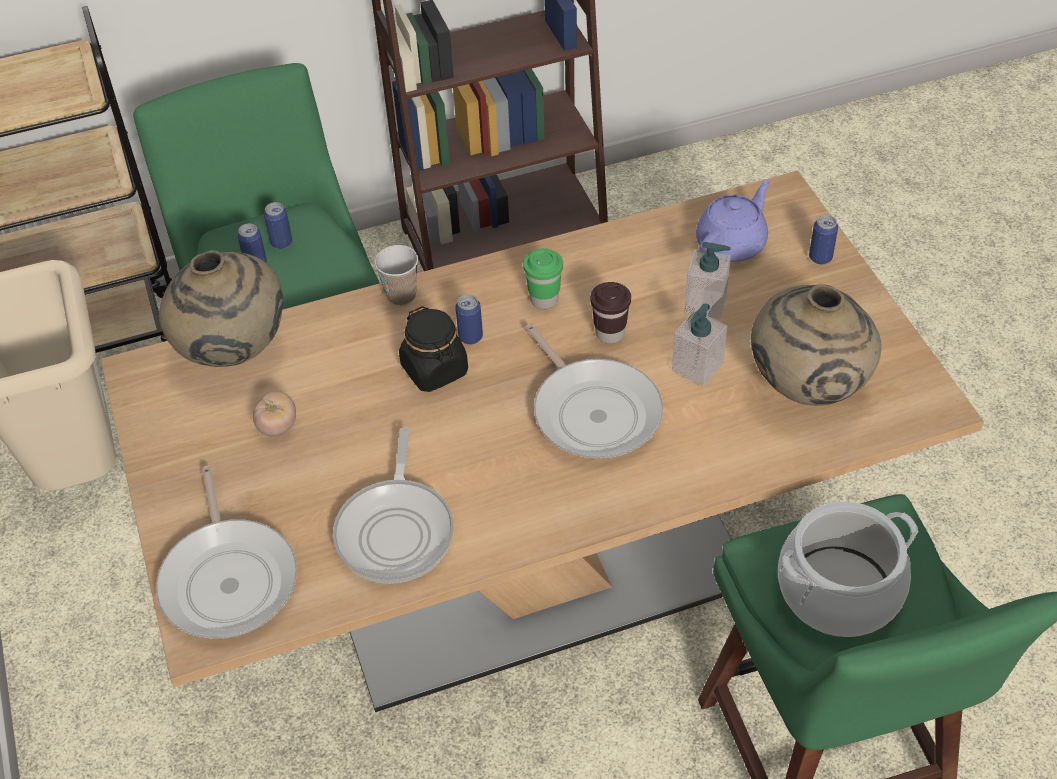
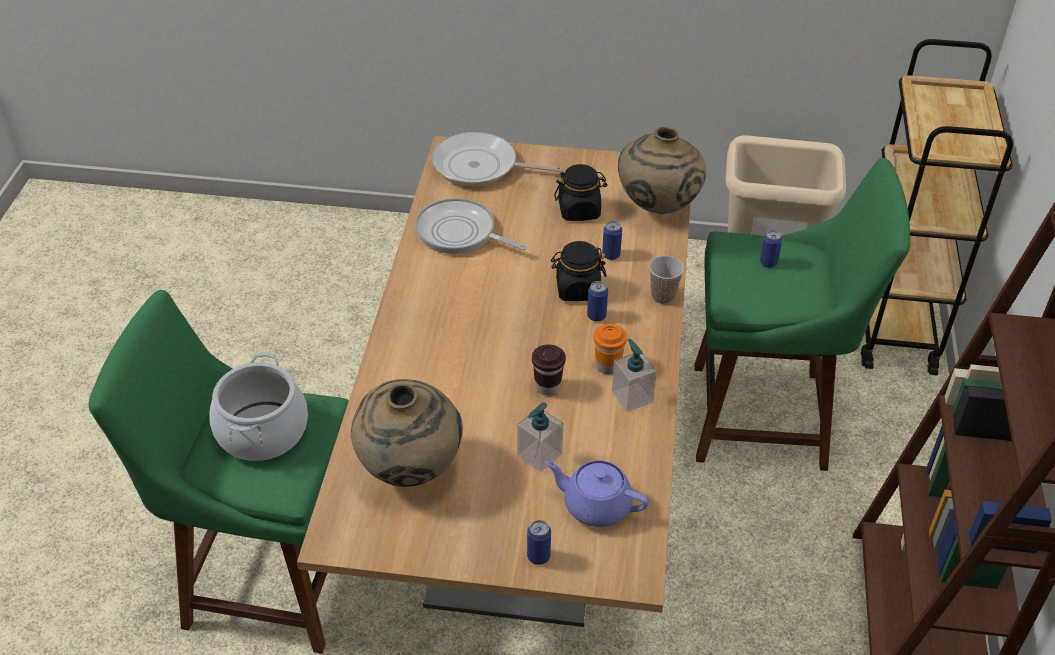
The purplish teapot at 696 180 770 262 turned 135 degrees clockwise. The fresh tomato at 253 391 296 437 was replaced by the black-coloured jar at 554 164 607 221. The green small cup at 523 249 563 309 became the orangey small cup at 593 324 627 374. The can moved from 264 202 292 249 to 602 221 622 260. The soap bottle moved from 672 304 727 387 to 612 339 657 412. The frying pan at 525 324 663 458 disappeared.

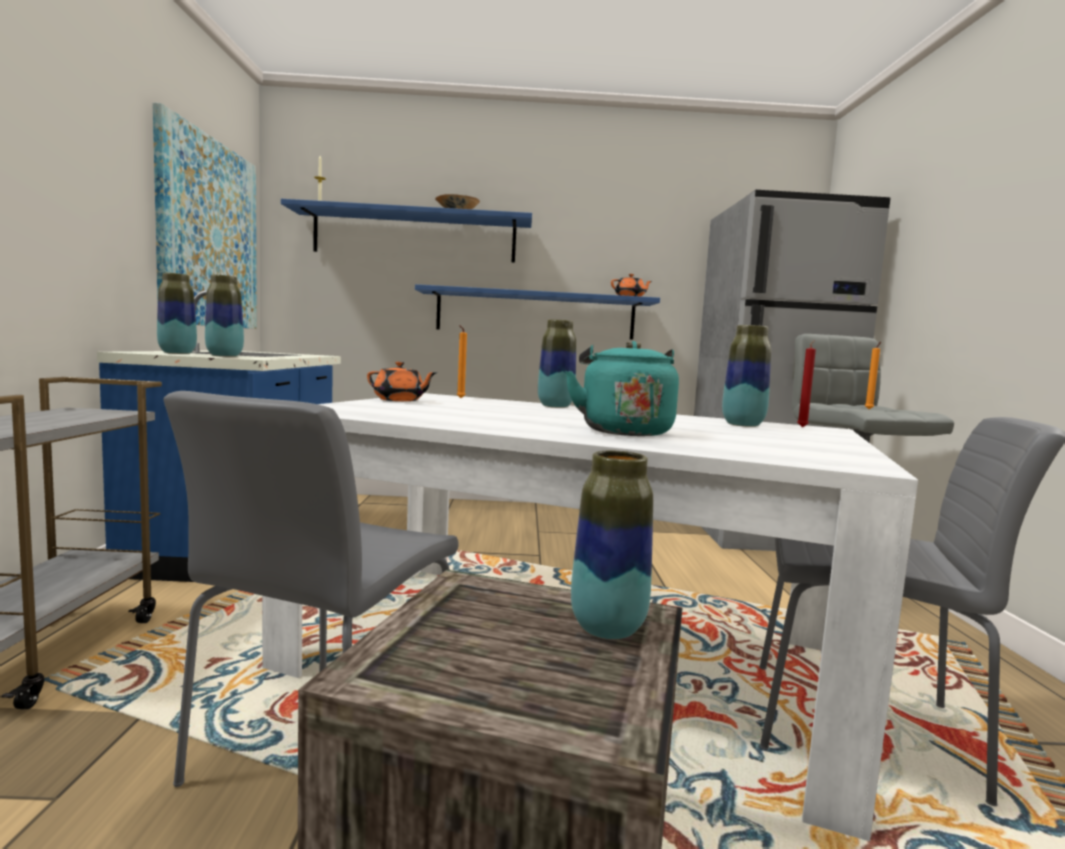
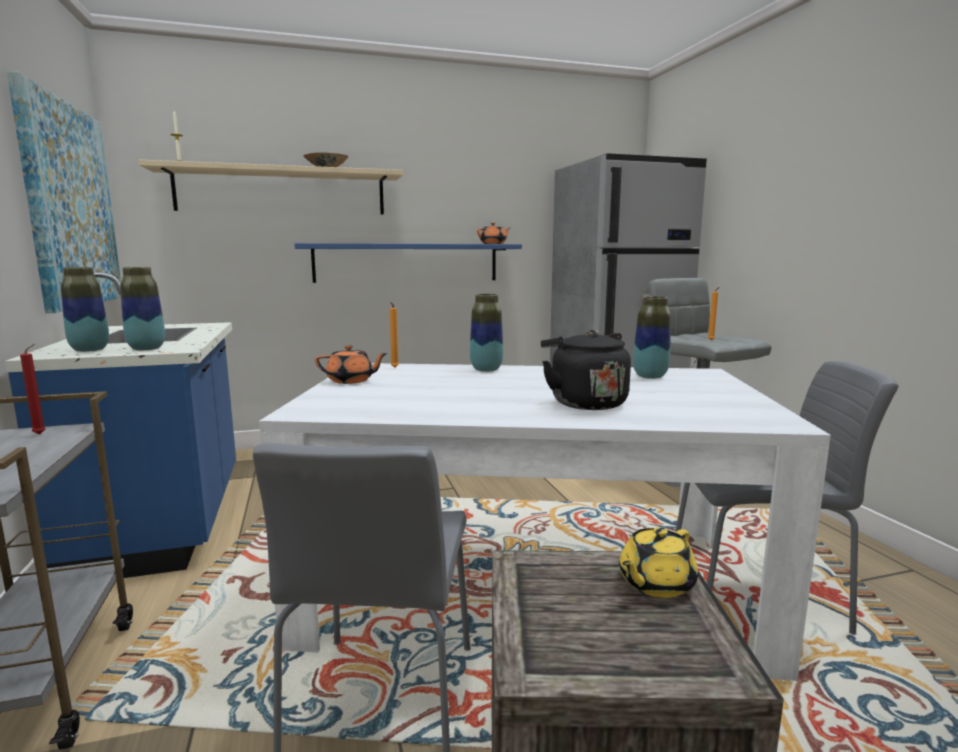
The reddish candle moved from 797 340 816 428 to 20 344 46 435. The blue-coloured shelf at 281 199 532 263 became the sand-coloured shelf at 139 159 403 215. The turquoise-coloured kettle at 565 341 679 436 became the black-coloured kettle at 541 330 631 410. The vase at 571 451 653 639 was replaced by the yellow-coloured teapot at 619 527 698 598.

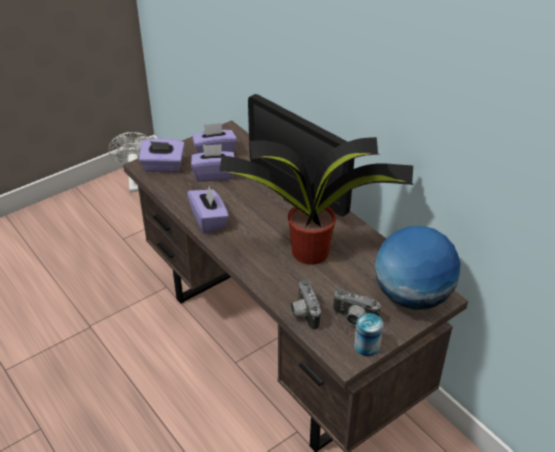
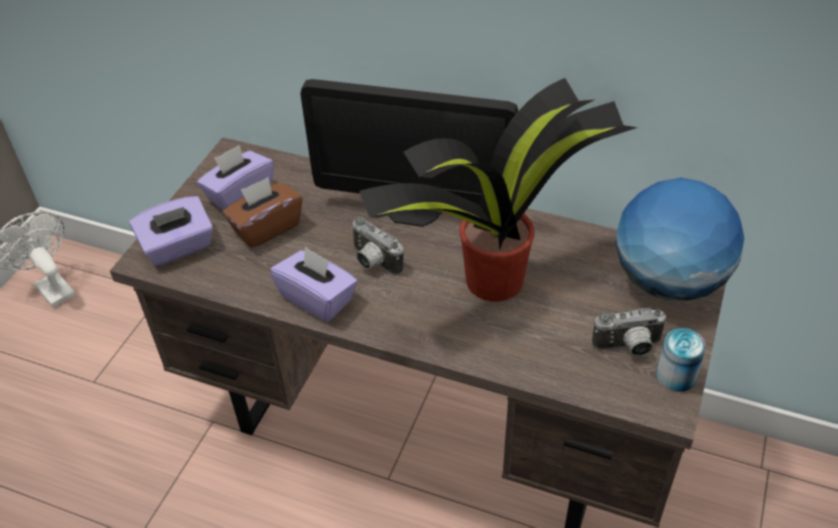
The purplish tissue holder at 191 144 235 182 became the brownish tissue holder at 222 177 302 248. The still camera moved from 291 279 321 330 to 351 216 404 275.

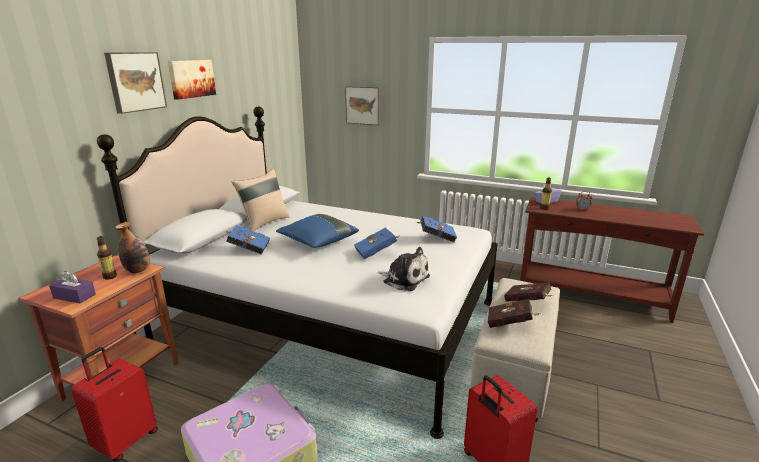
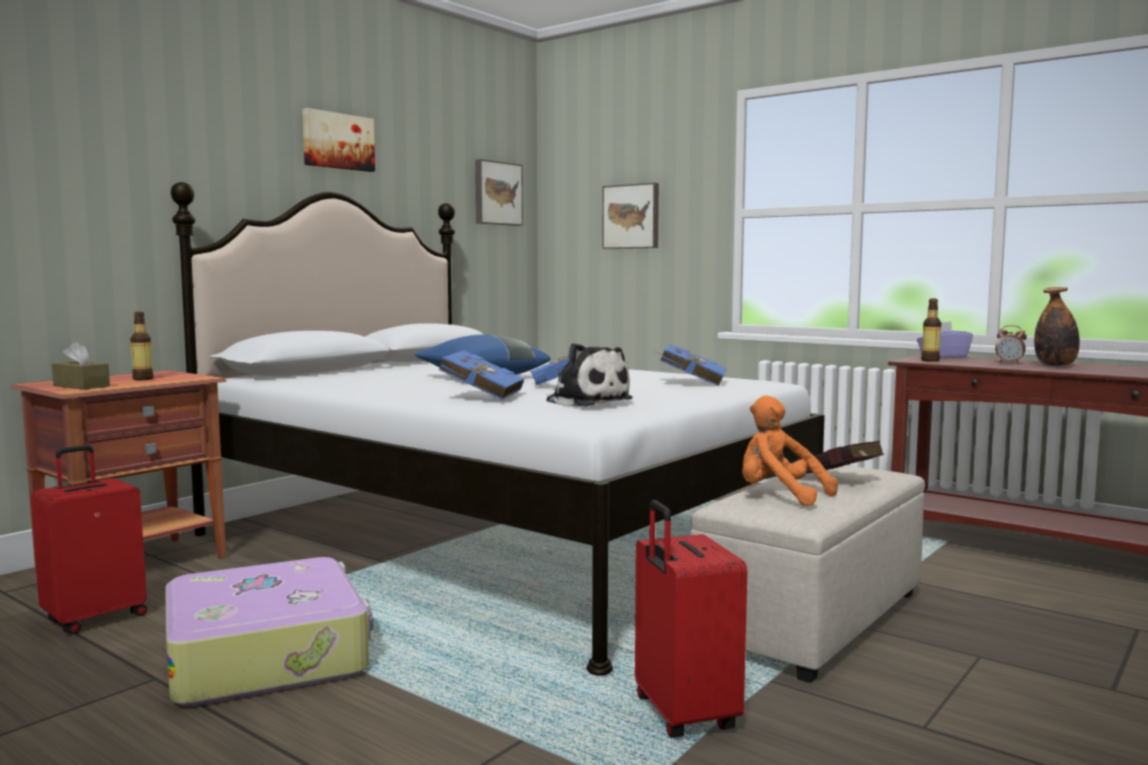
The purplish tissue holder at 49 271 96 304 became the brownish tissue holder at 52 341 110 389. The blue-coloured bound book moved from 226 225 270 255 to 439 350 524 400. The picture moved from 104 52 167 114 to 475 159 523 226. The reddish bound book at 488 299 541 328 was replaced by the orangey cuddly toy at 742 395 838 506. The beverage bottle moved from 115 222 150 273 to 1034 287 1080 366. The sand-coloured cushion at 231 169 289 232 disappeared.

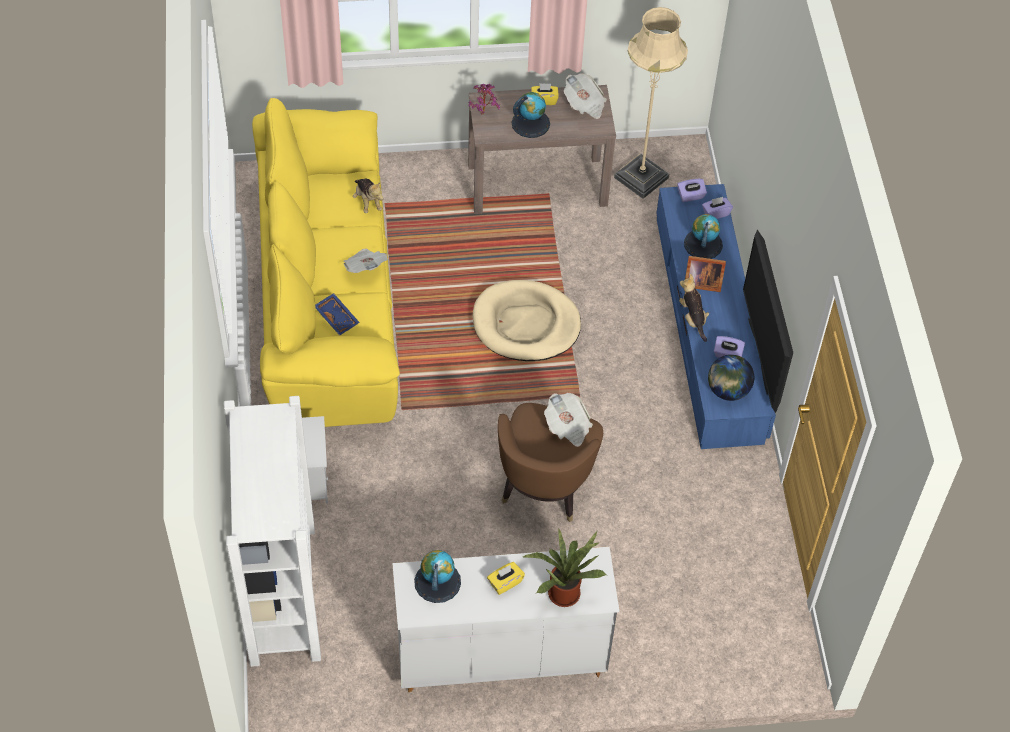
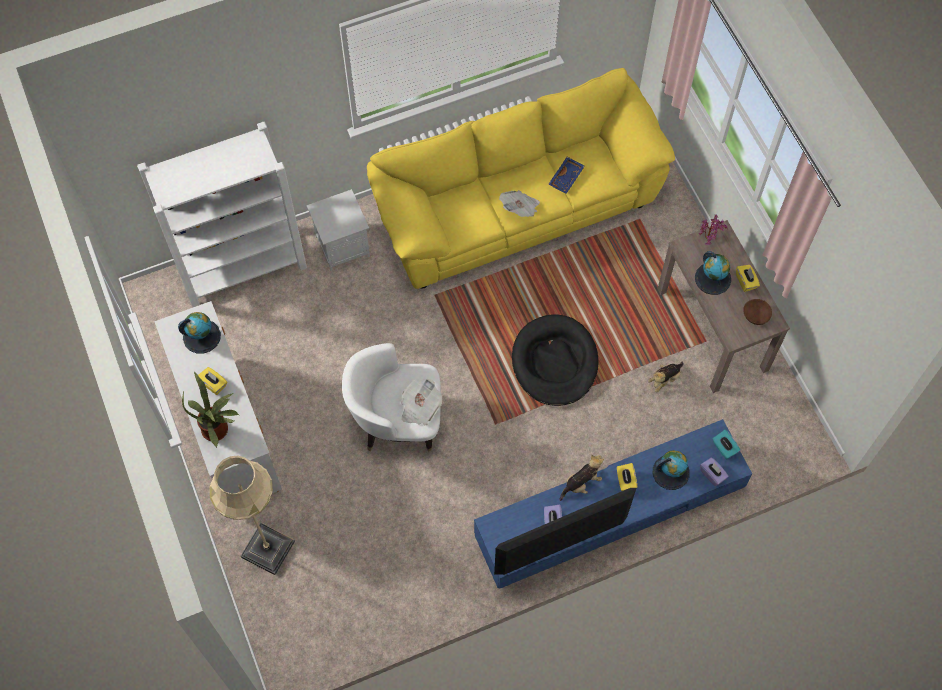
The sand-coloured standard lamp moved from 614 7 688 199 to 210 456 295 575. The brownish armchair at 498 403 603 522 became the white armchair at 342 343 441 452. The sand-coloured dog bed at 473 280 581 361 became the black-coloured dog bed at 512 314 599 406. The blue-coloured tray moved from 315 293 360 336 to 548 157 585 194. The picture frame at 685 256 726 292 was replaced by the yellow-coloured tissue holder at 617 463 638 491. The cuddly toy moved from 353 179 383 213 to 648 362 683 392. The purplish tissue holder at 677 179 707 202 became the turquoise-coloured tissue holder at 713 430 740 459. The daily paper at 564 73 607 119 was replaced by the brownish serving bowl at 743 299 772 325. The desk globe at 708 355 754 401 disappeared.

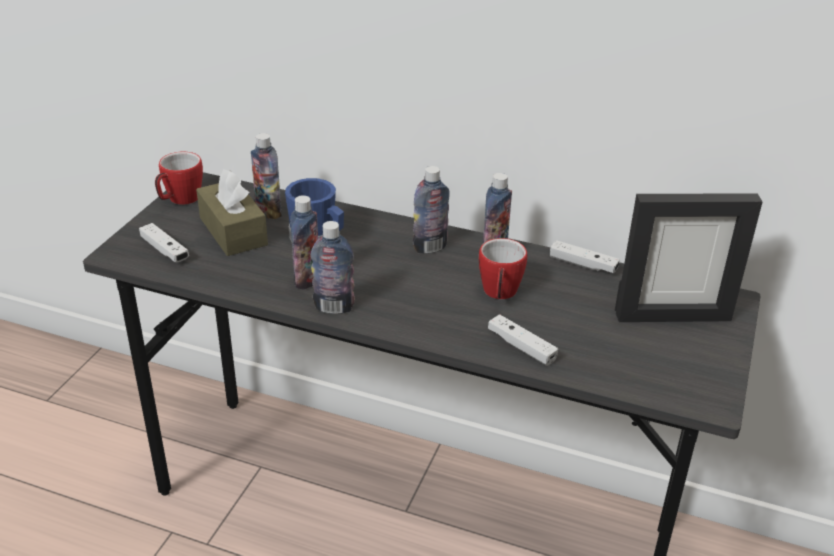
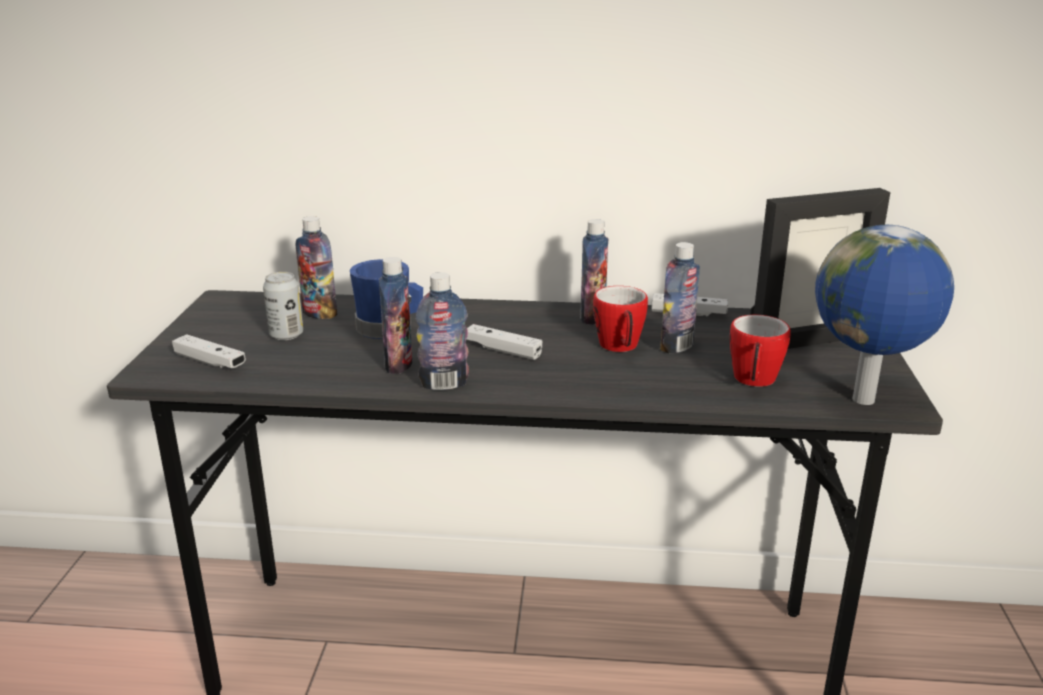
The brownish tissue holder at 196 169 268 256 was replaced by the can at 263 272 303 340. The white game controller moved from 488 314 558 366 to 466 324 543 360. The beverage bottle moved from 413 166 450 254 to 660 242 700 354. The mug moved from 155 151 203 205 to 730 315 791 387. The desk globe at 815 225 954 405 appeared.

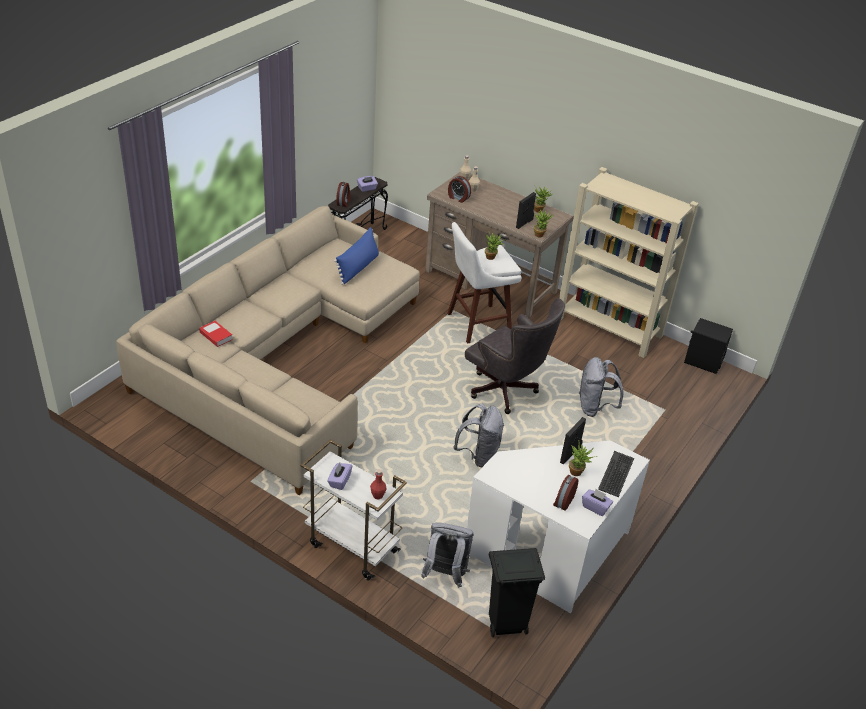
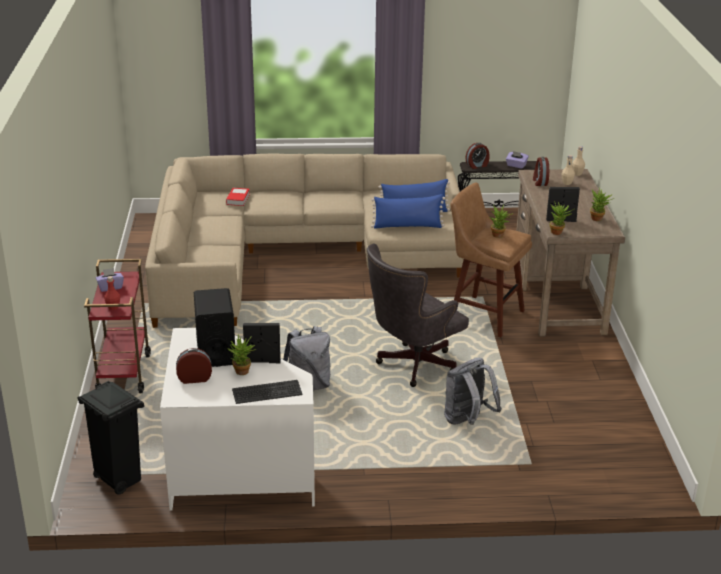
The white trolley at 301 439 407 580 became the reddish trolley at 84 259 151 393. The black-coloured loudspeaker moved from 684 318 733 374 to 194 288 235 367. The greyish desk chair at 465 298 565 414 turned 45 degrees clockwise. The blue-coloured cushion at 371 194 445 229 appeared. The white sitting stool at 447 222 521 344 became the brownish sitting stool at 450 182 532 337. The greyish backpack at 421 522 474 588 disappeared. The sand-coloured bookshelf at 559 167 699 358 disappeared. The purplish tissue holder at 582 489 613 516 disappeared.

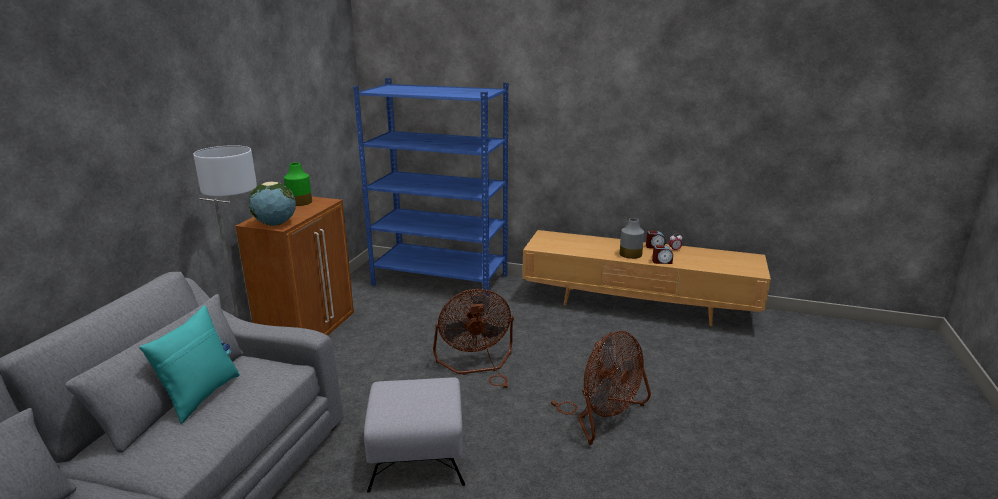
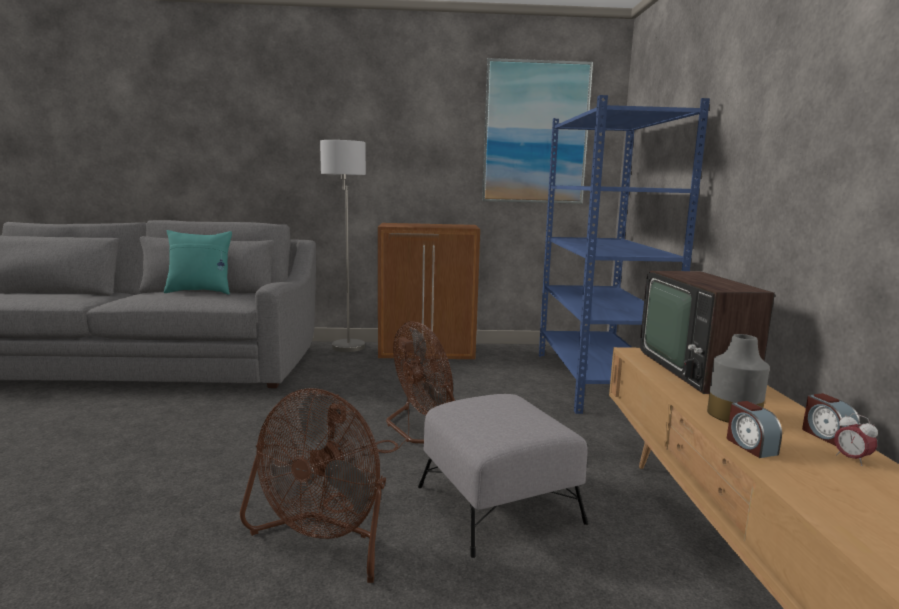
The greyish ottoman moved from 364 377 465 493 to 418 394 588 558. The picture at 482 58 593 204 appeared. The TV set at 640 271 775 394 appeared. The desk globe at 249 181 296 226 disappeared. The green vase at 284 163 312 206 disappeared.

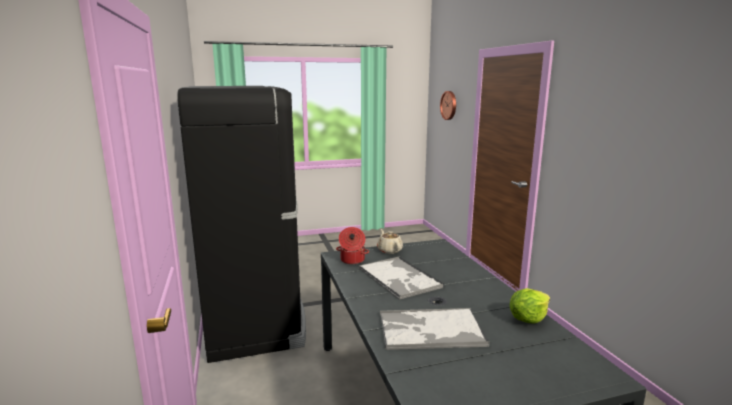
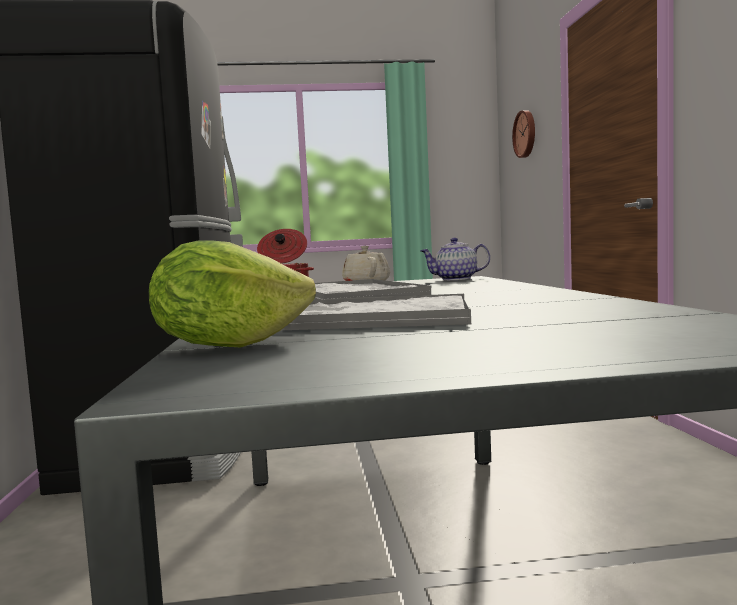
The lettuce moved from 509 288 550 323 to 149 240 316 347. The teapot at 420 237 490 280 appeared.

